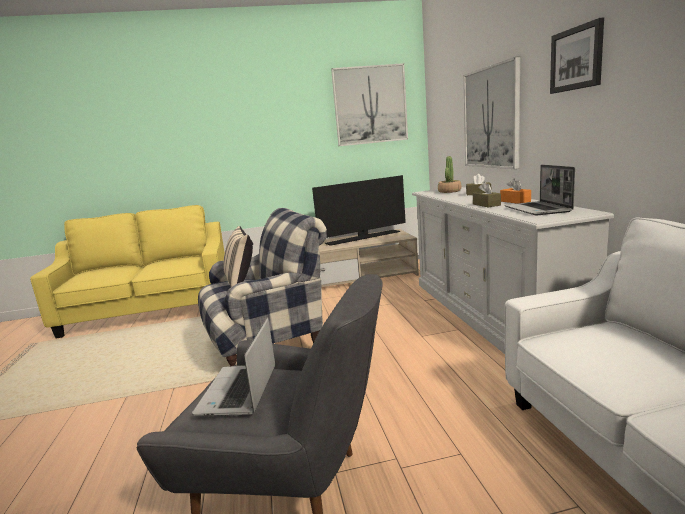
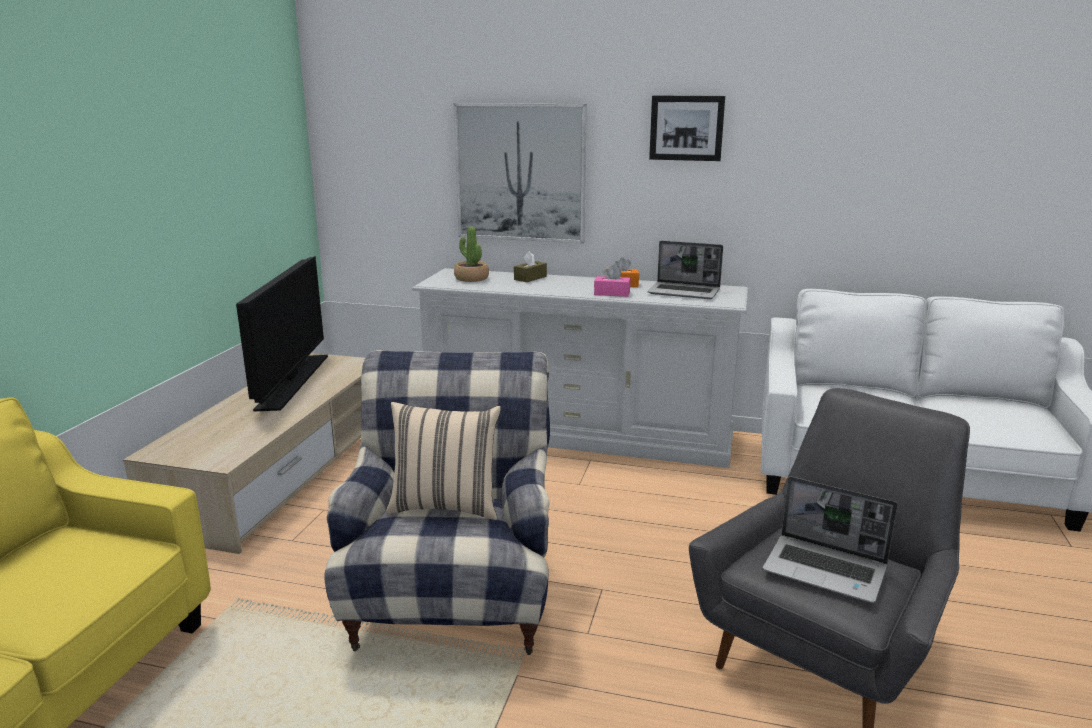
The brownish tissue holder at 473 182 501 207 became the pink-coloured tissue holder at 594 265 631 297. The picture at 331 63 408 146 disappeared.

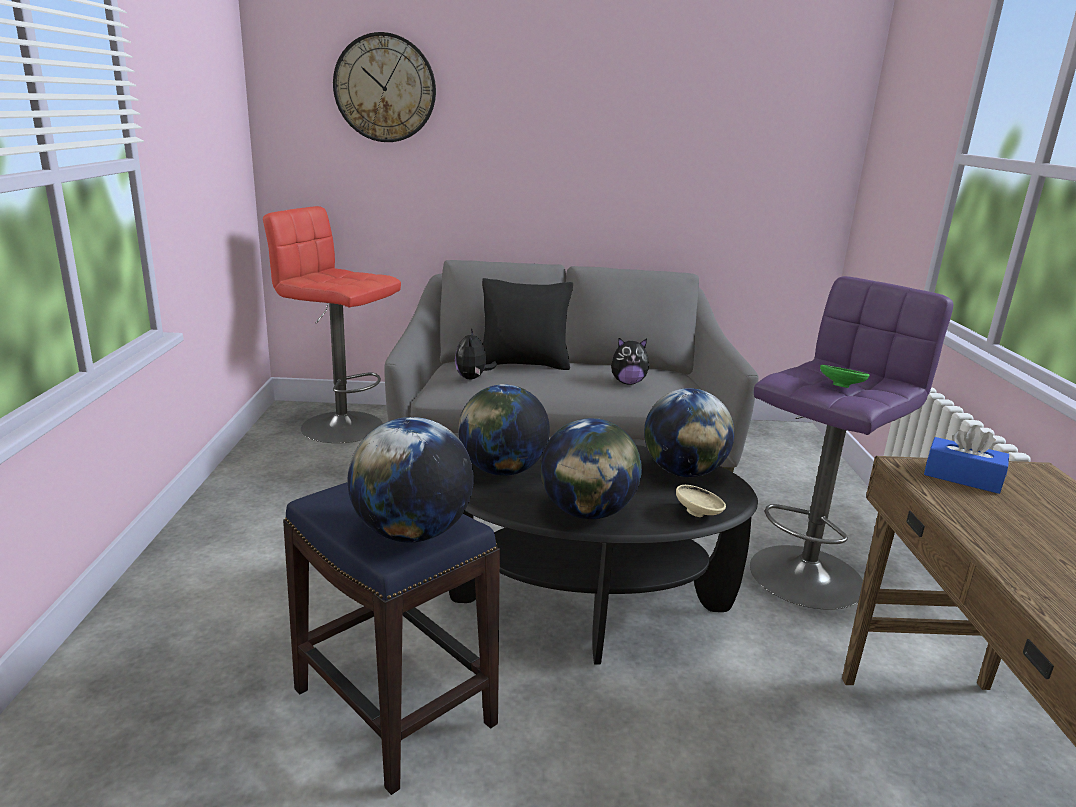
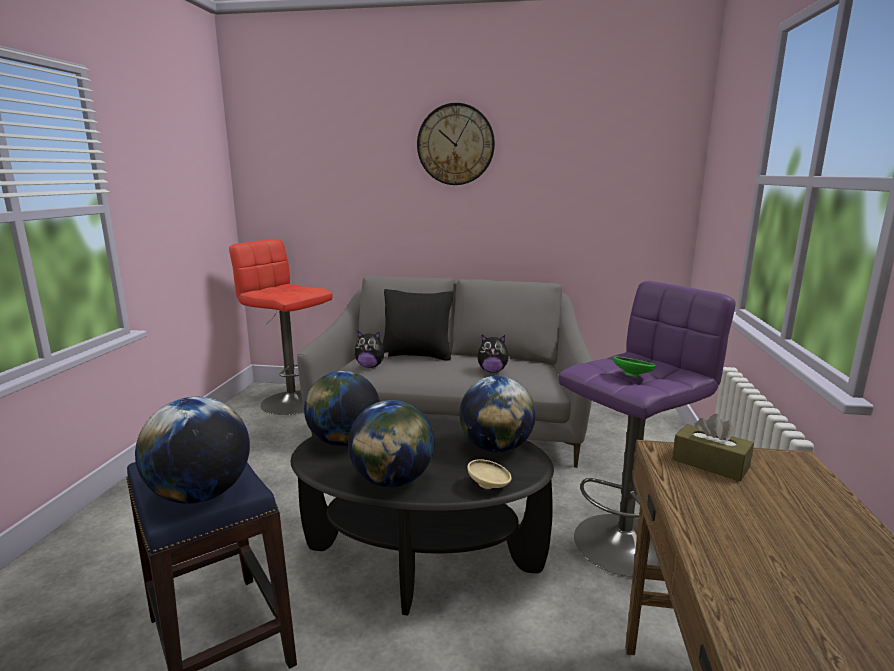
The cuddly toy at 455 329 497 379 turned 90 degrees counterclockwise. The clock on the wall moved from 333 32 436 142 to 417 103 495 185. The blue-coloured tissue holder at 924 425 1009 494 became the brownish tissue holder at 672 414 754 481.

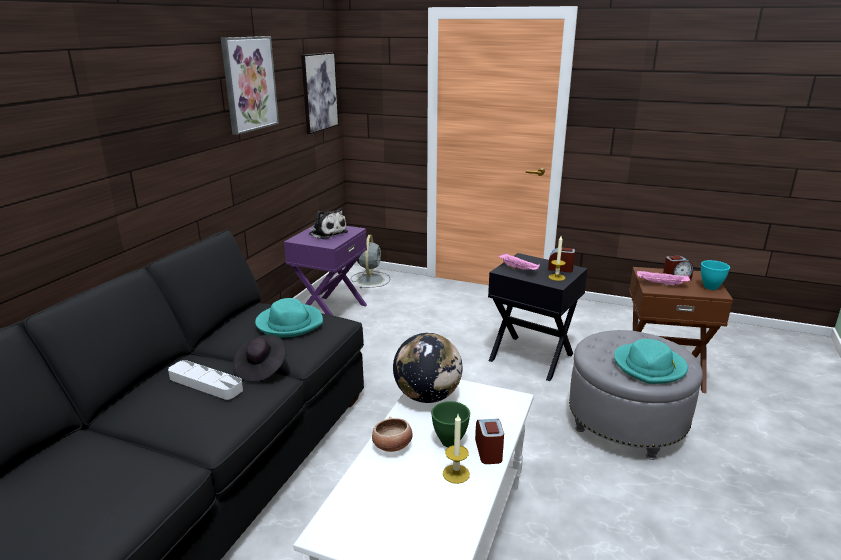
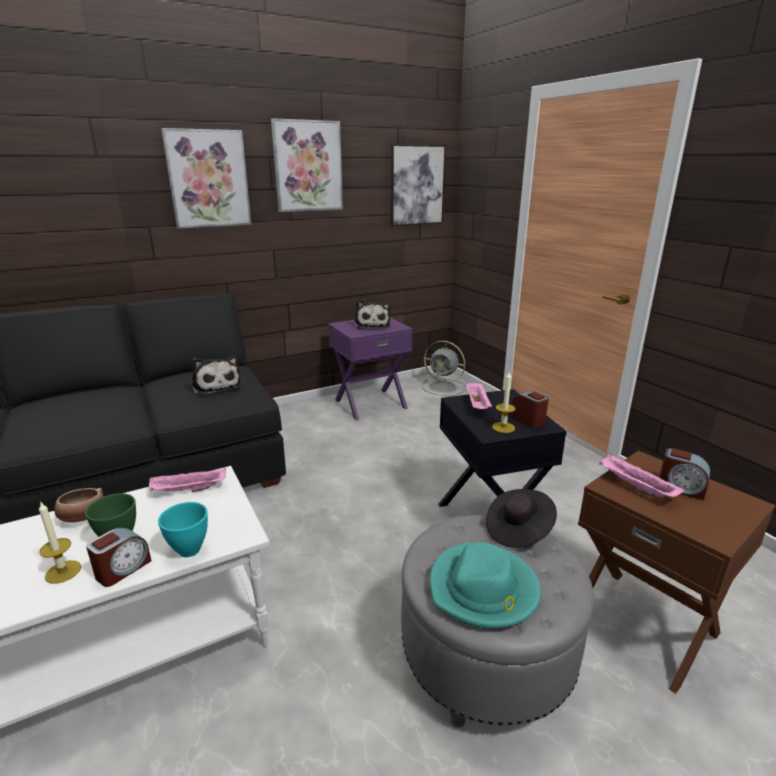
The desk globe at 393 333 462 403 was replaced by the pink-coloured tray at 149 468 226 492. The turquoise-coloured serving bowl moved from 701 260 730 290 to 158 502 208 557. The picture at 161 128 252 229 appeared. The turquoise-coloured clothing hat at 255 298 323 337 was replaced by the cuddly toy at 192 355 242 396. The greyish fan at 351 235 390 288 turned 75 degrees clockwise. The black-coloured clothing hat moved from 233 335 287 382 to 486 489 557 548. The greyish tray at 168 360 243 400 disappeared.

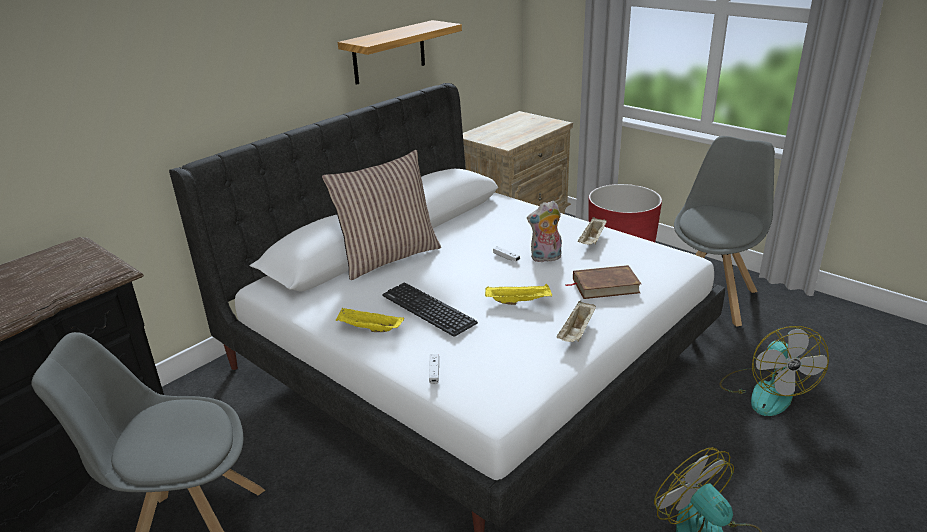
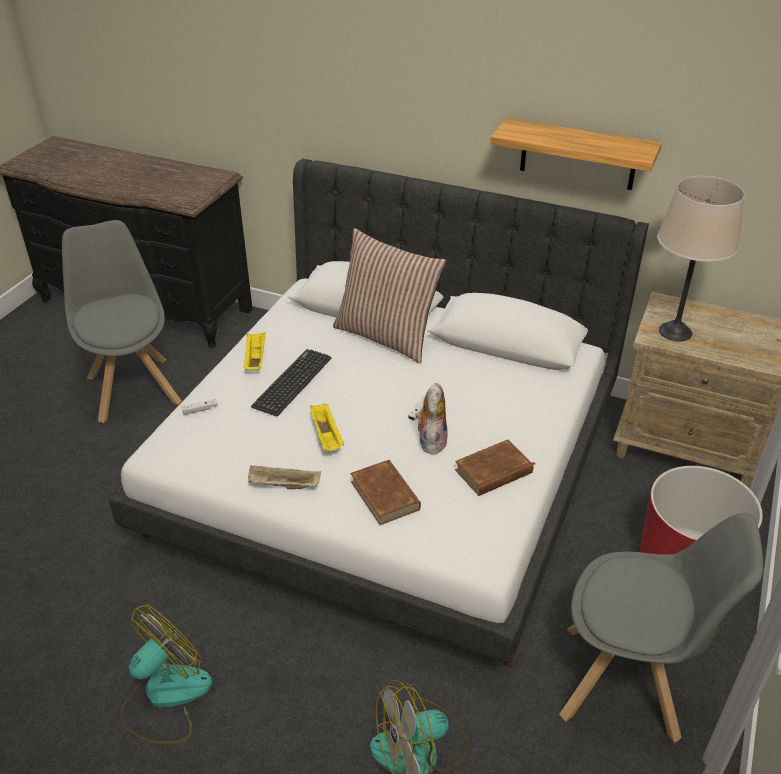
The cuddly toy at 527 201 562 262 turned 45 degrees clockwise. The sand-coloured tray at 578 217 607 244 was replaced by the brownish bound book at 455 440 535 496. The sand-coloured table lamp at 657 176 745 342 appeared.

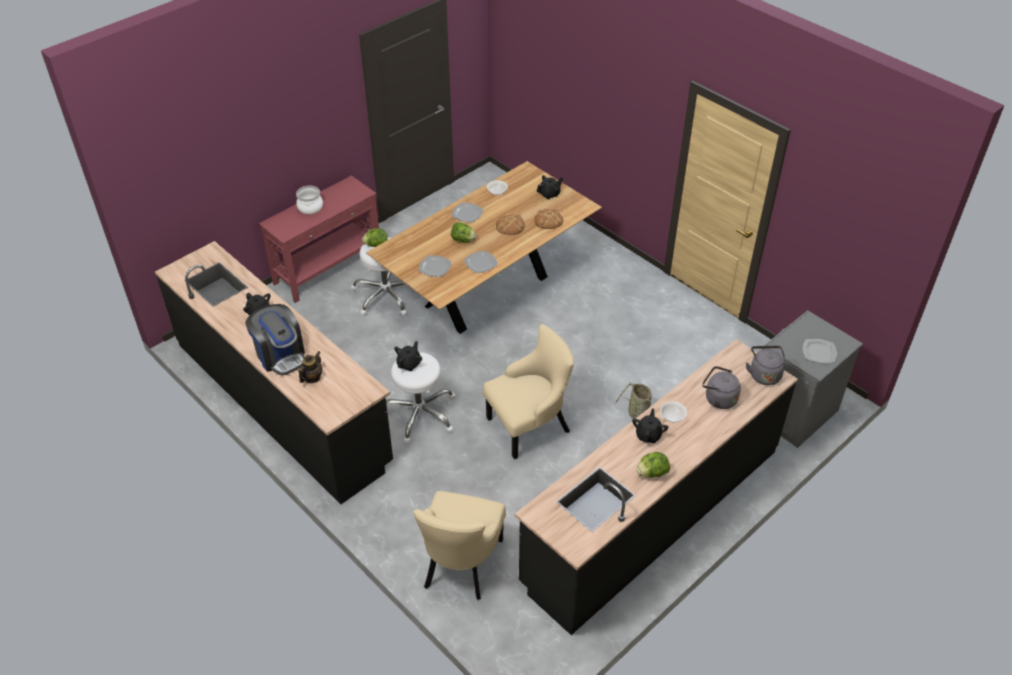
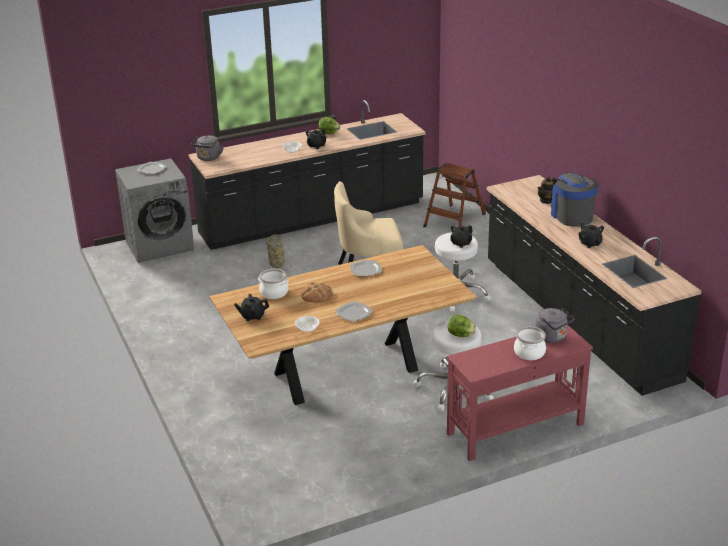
The baked bread at 534 209 563 229 was replaced by the cooking pot at 258 269 289 299. The sand-coloured upright chair at 413 491 506 600 was replaced by the brownish stepladder at 423 163 486 228. The greyish kettle moved from 702 366 741 409 to 535 308 574 343. The plate at 418 255 451 277 disappeared. The lettuce at 451 223 477 243 disappeared.

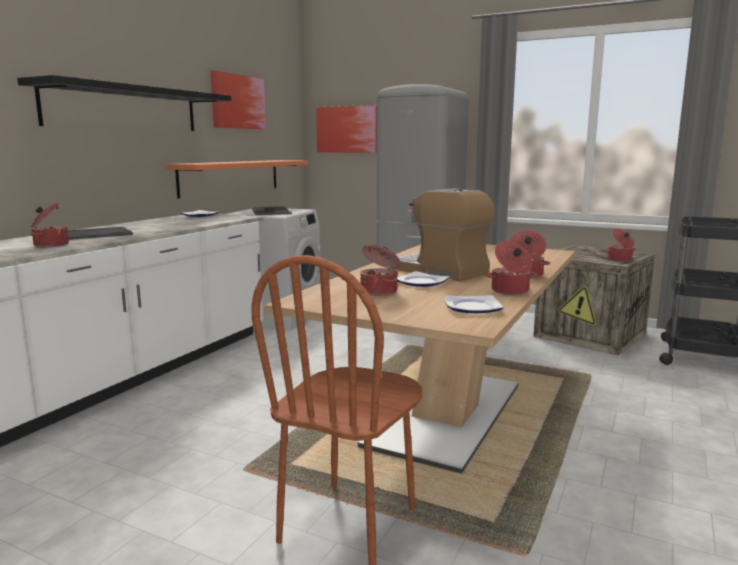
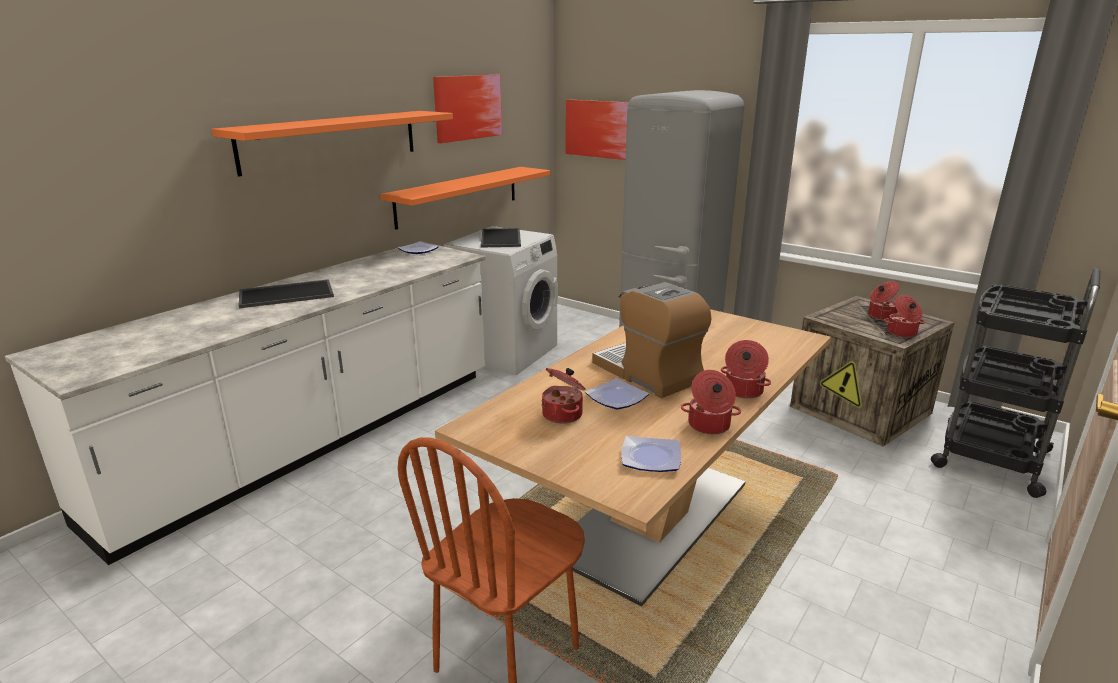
The black-coloured shelf at 17 75 231 131 became the orangey shelf at 211 111 453 177. The cooking pot moved from 31 202 69 248 to 868 281 899 320.

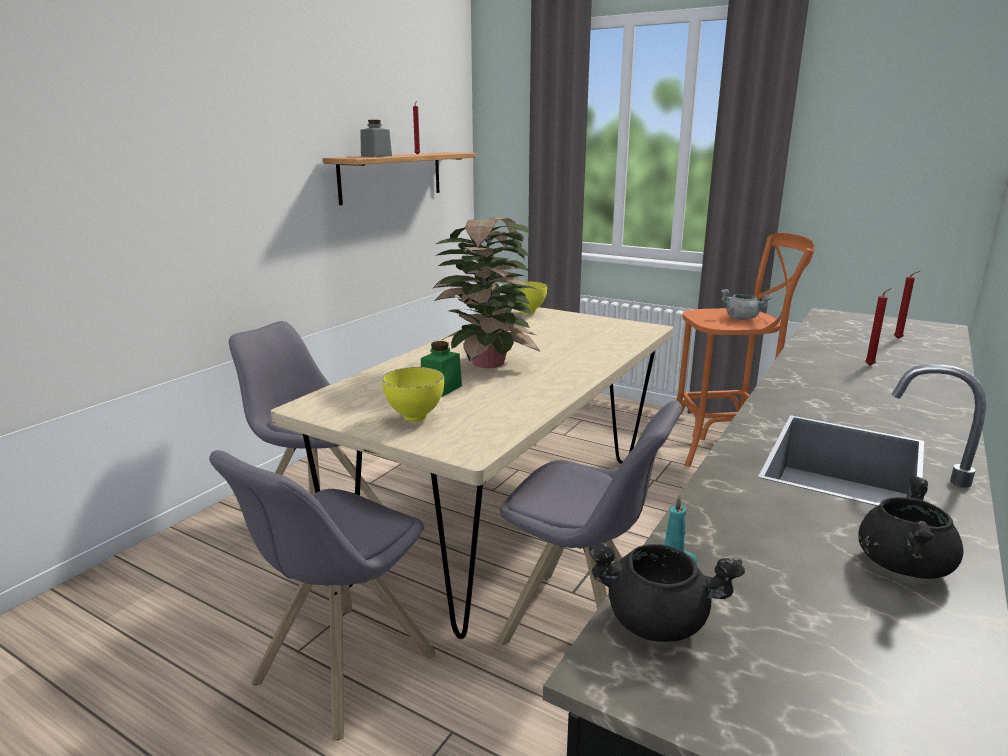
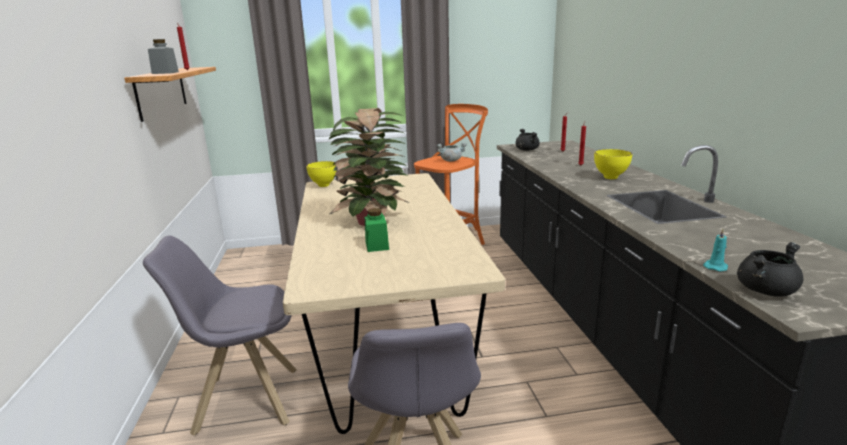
The black-coloured cooking pot moved from 859 476 964 579 to 516 129 539 151. The yellow-coloured serving bowl moved from 382 367 444 422 to 594 149 632 179. The greyish upright chair at 498 401 682 645 disappeared.

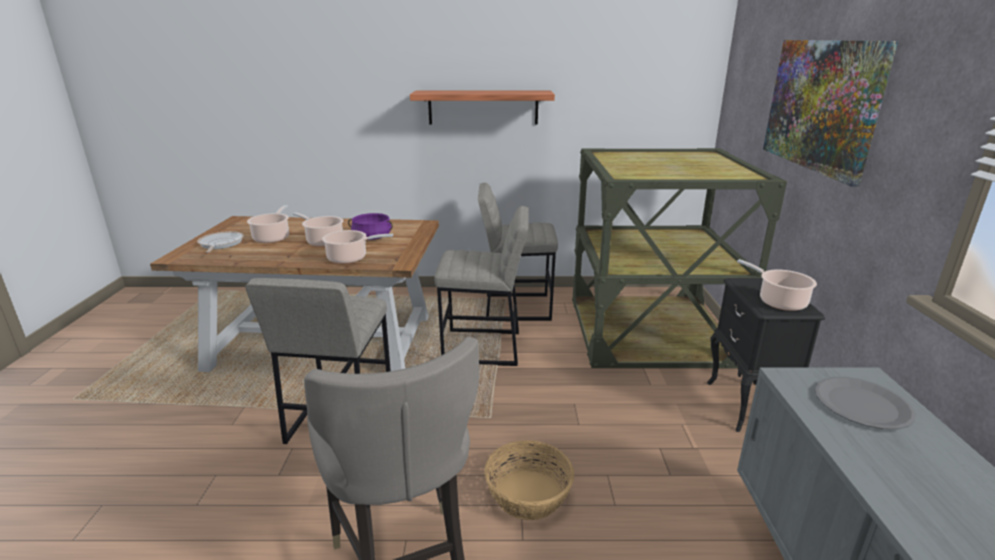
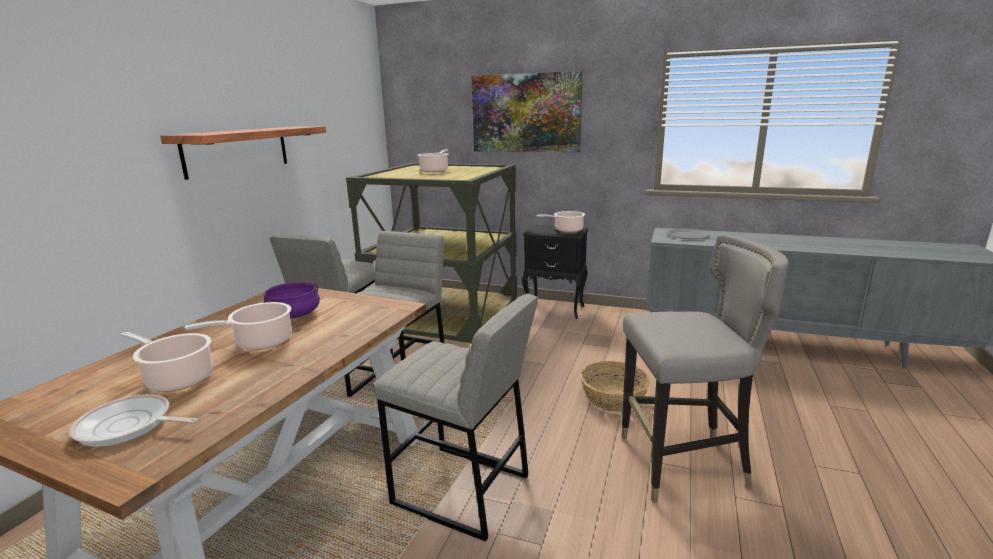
The cooking pot moved from 322 230 393 264 to 418 150 448 173.

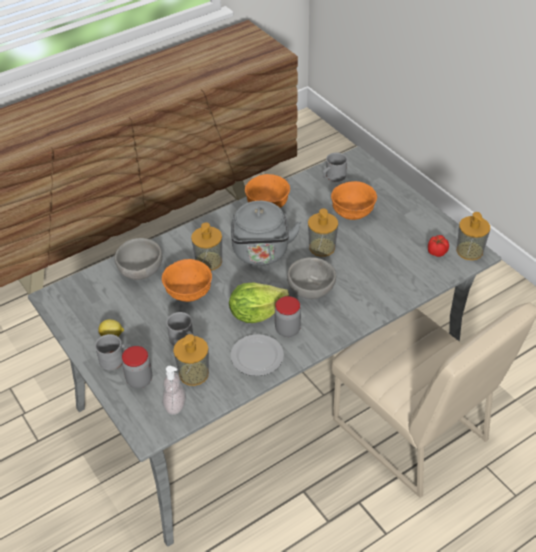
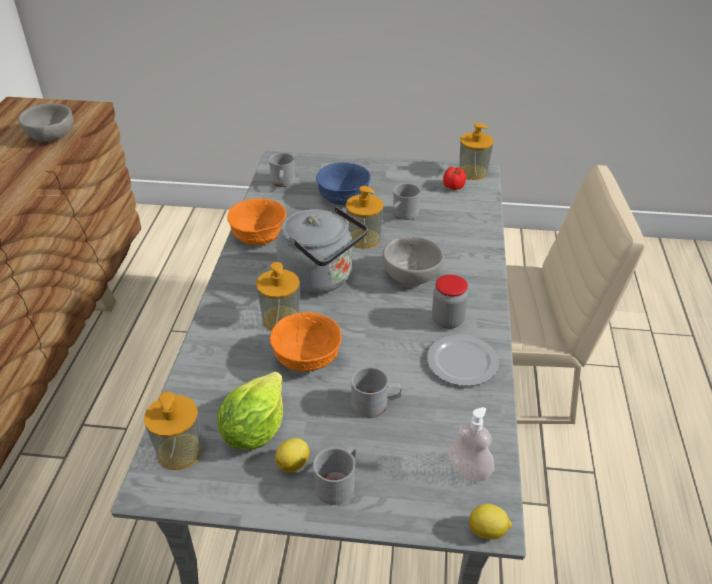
The greyish serving bowl moved from 114 238 162 280 to 18 103 73 142. The soap bottle moved from 173 334 209 386 to 144 392 203 470. The lettuce moved from 229 283 289 323 to 217 372 283 450. The orangey serving bowl at 331 181 377 220 became the blue-coloured serving bowl at 316 162 371 205. The greyish mug at 392 183 421 220 appeared. The whole lemon at 469 504 512 540 appeared. The jar at 122 346 152 388 disappeared.

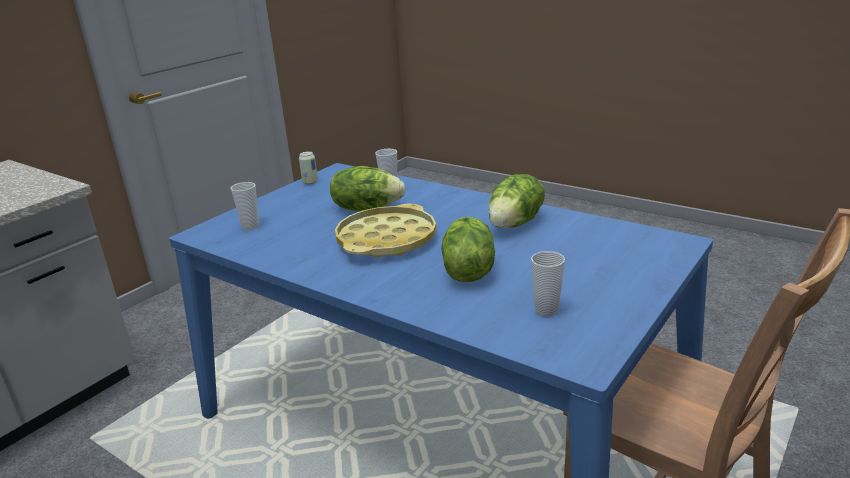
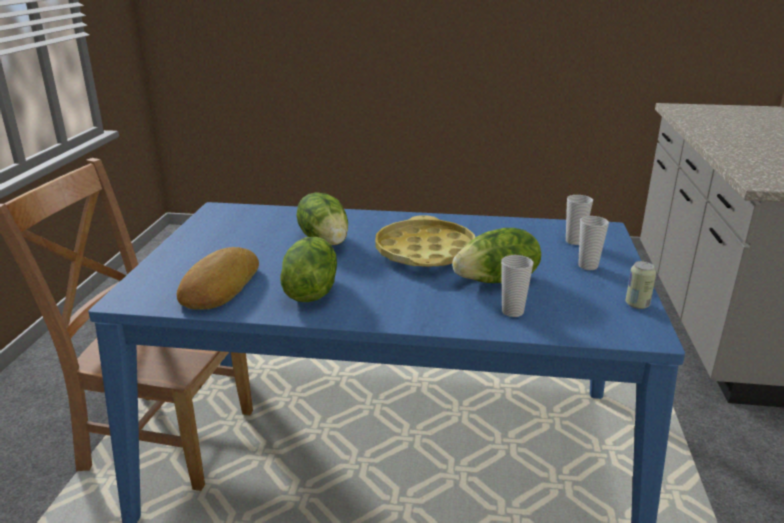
The baked bread at 177 247 259 310 appeared. The small cup moved from 531 251 565 317 to 578 216 609 270.

